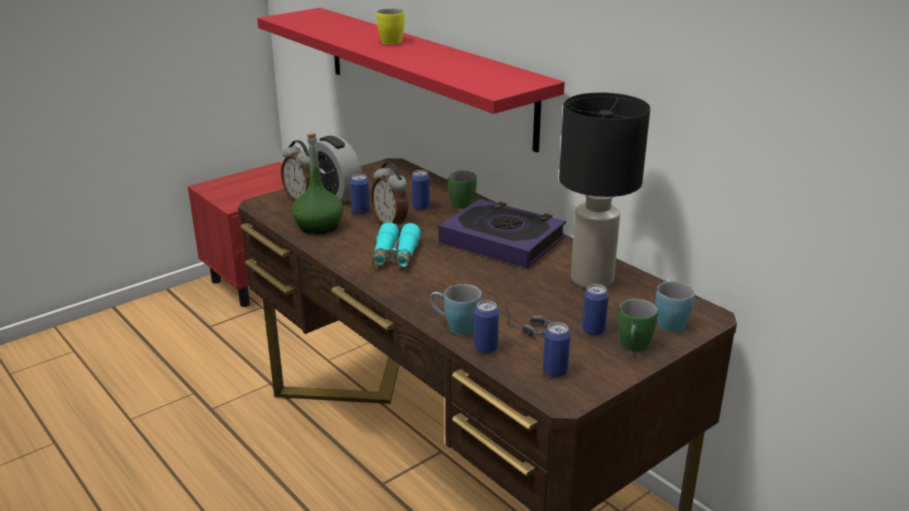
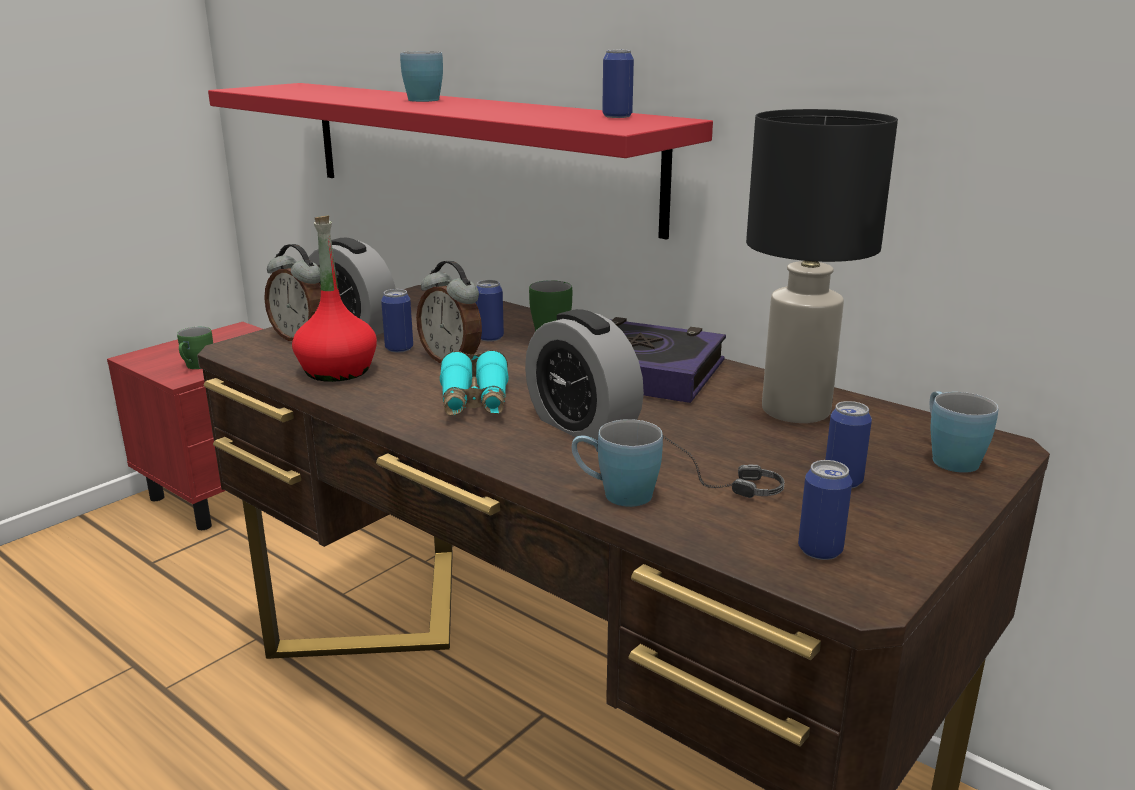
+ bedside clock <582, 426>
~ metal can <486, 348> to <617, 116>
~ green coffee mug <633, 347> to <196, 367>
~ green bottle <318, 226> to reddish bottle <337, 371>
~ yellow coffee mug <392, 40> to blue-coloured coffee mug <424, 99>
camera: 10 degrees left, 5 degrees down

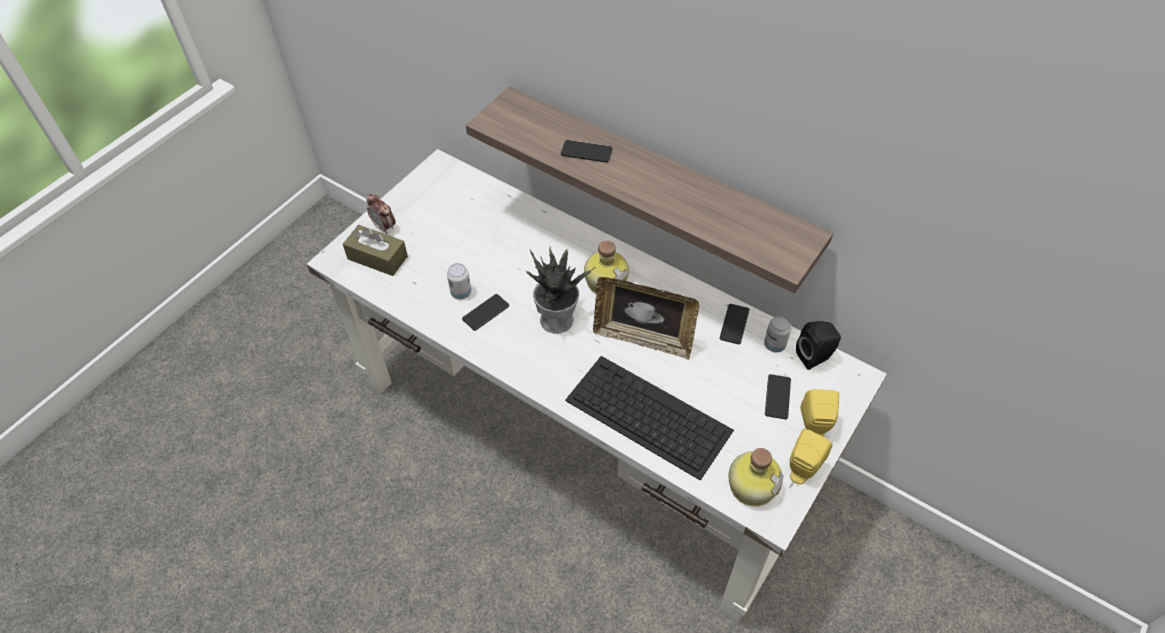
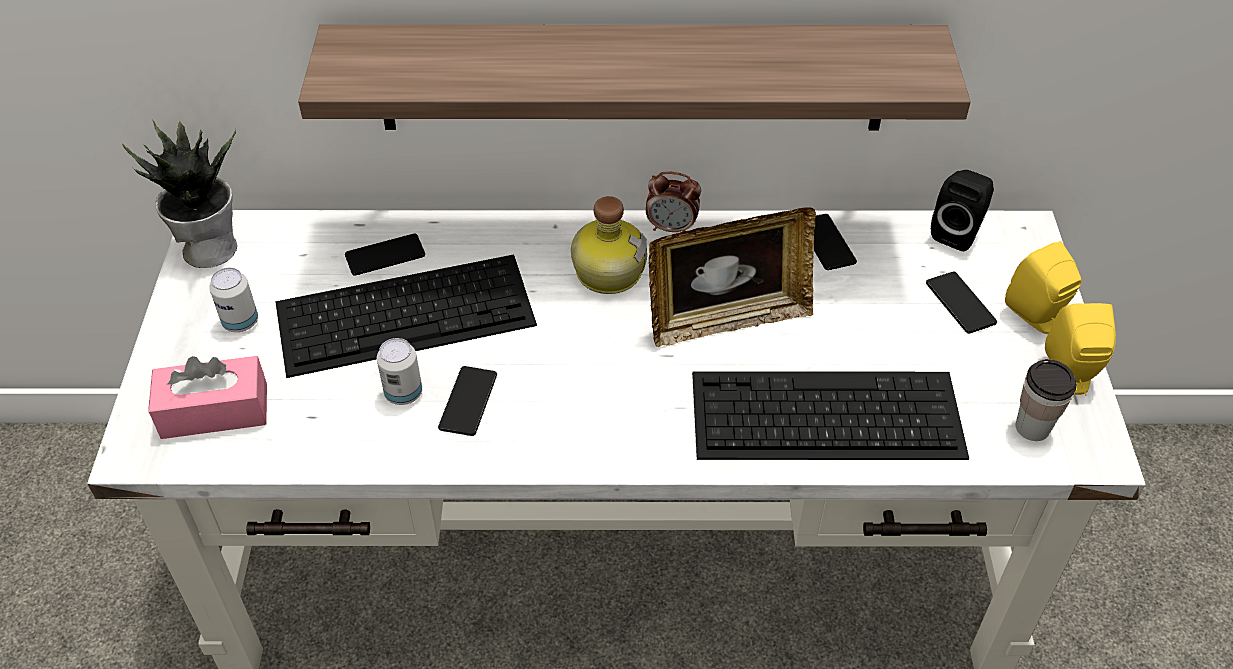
+ computer keyboard <407, 313>
~ bedside clock <384, 226> to <672, 228>
~ plant in a pot <557, 319> to <210, 247>
~ phone <586, 152> to <385, 255>
~ metal can <774, 345> to <240, 322>
~ bottle <751, 484> to small cup <1032, 427>
~ brown tissue box <377, 258> to pinkish tissue box <214, 411>
camera: 35 degrees left, 5 degrees down

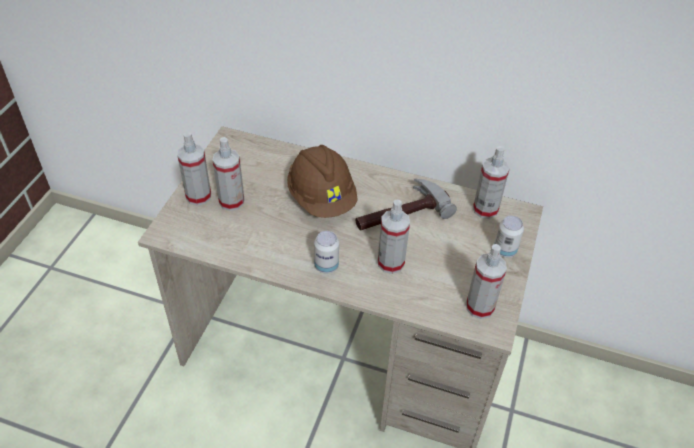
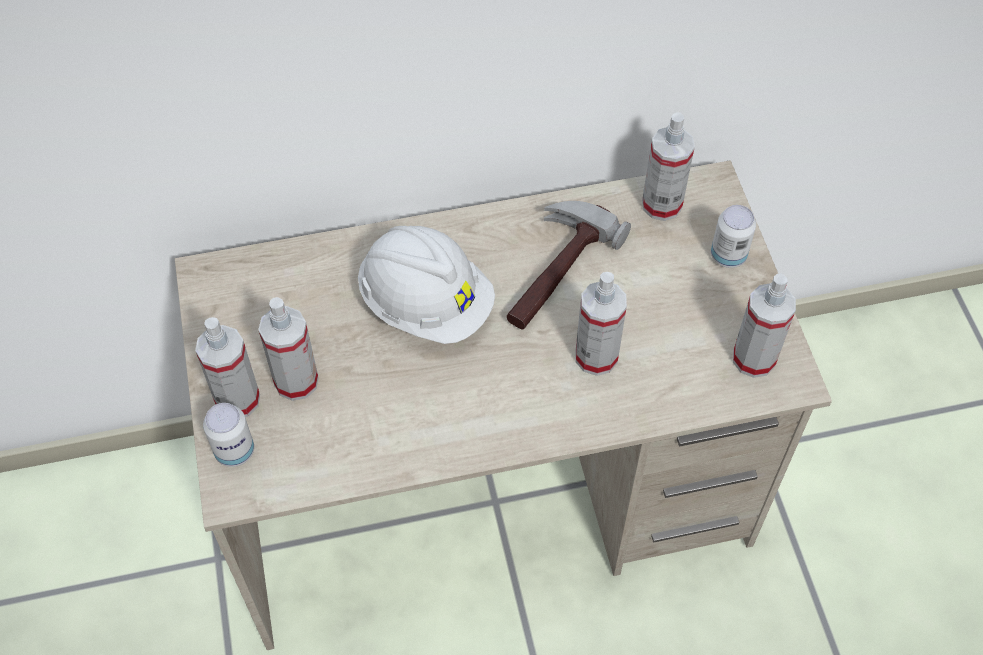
~ metal can <326, 266> to <234, 451>
~ brown work helmet <322, 198> to whitish work helmet <426, 304>
camera: 30 degrees left, 10 degrees up

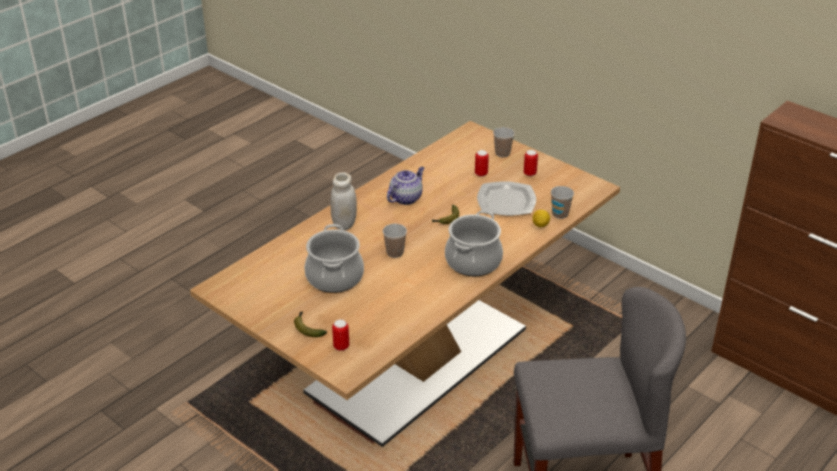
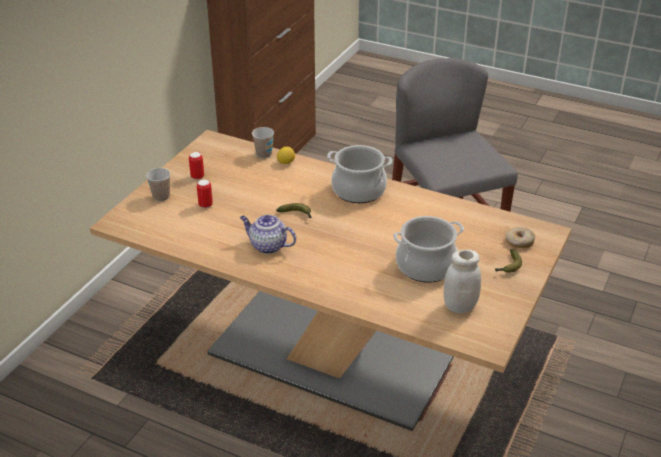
- small cup <395, 253>
- dinner plate <506, 201>
~ whitish preserve jar <344, 224> to <459, 306>
~ metal can <341, 346> to donut <519, 242>
camera: 105 degrees left, 0 degrees up

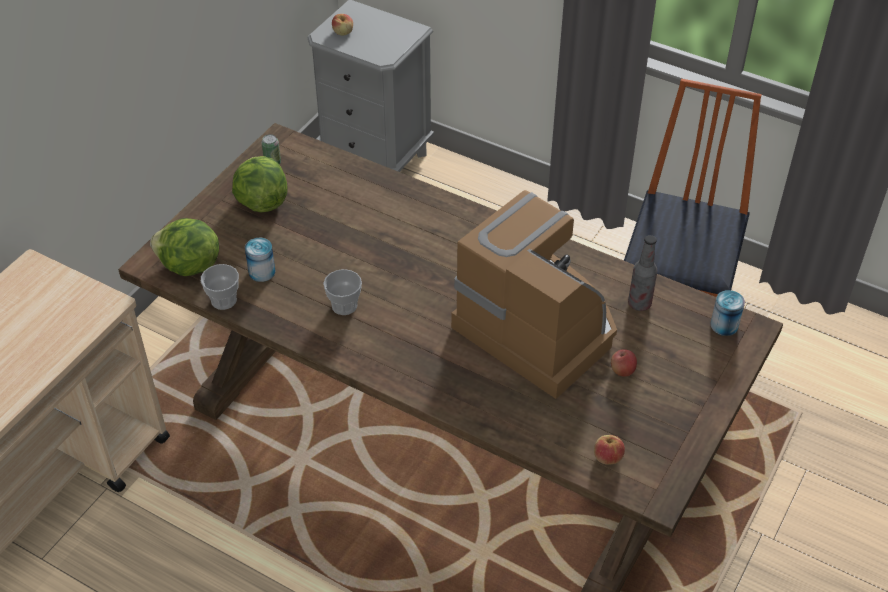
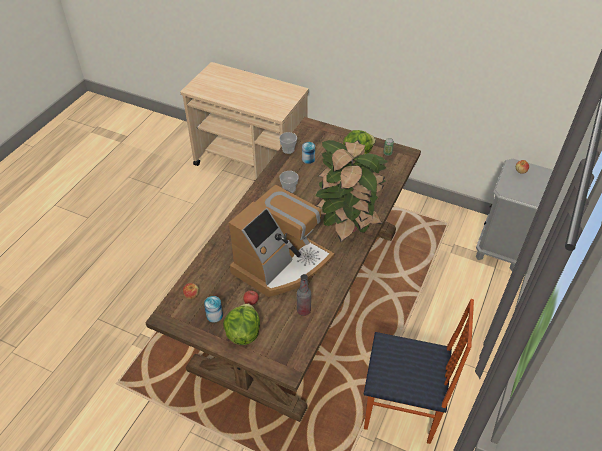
+ plant in a pot <347, 223>
~ head of lettuce <189, 266> to <243, 333>
~ metal can <724, 325> to <214, 315>
camera: 85 degrees right, 0 degrees up

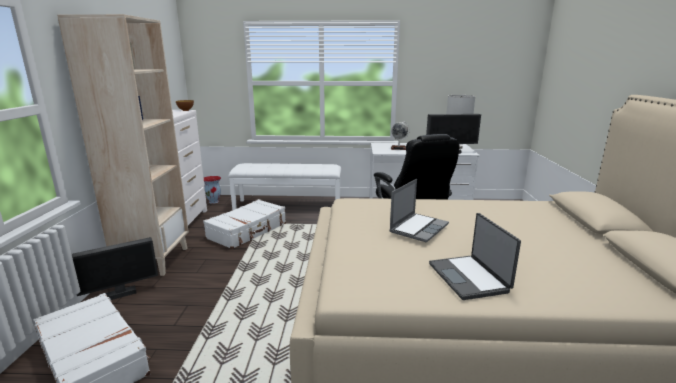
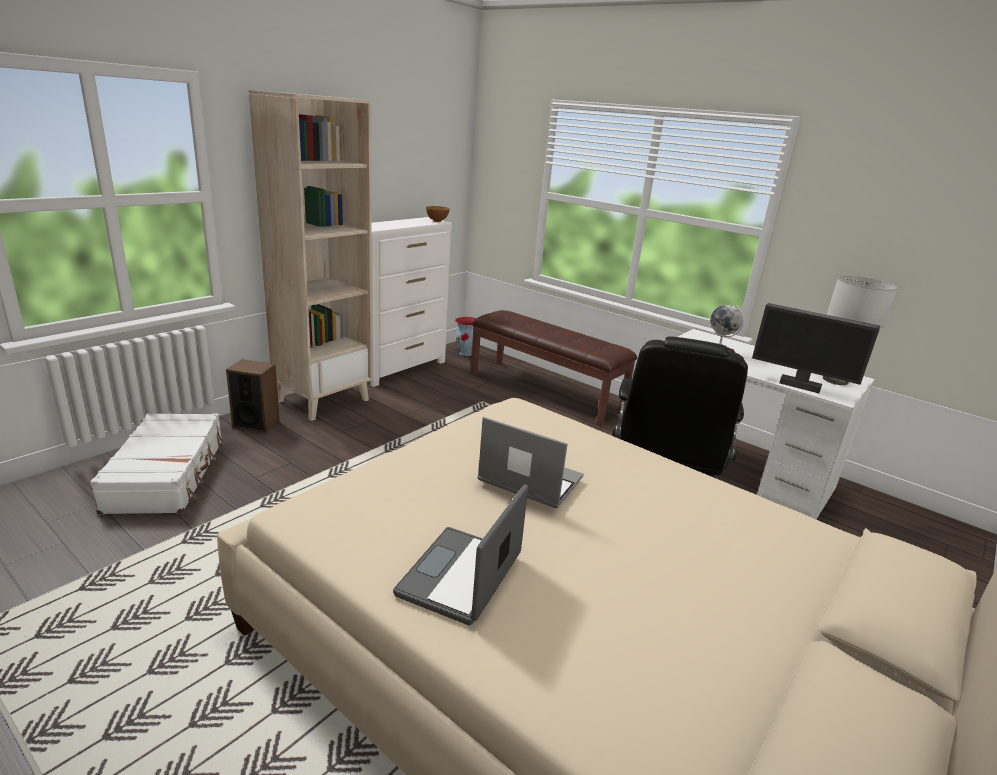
- whitish travel case <248, 231>
~ computer screen <121, 294> to loudspeaker <256, 423>
~ whitish bench <288, 206> to brown bench <545, 391>
~ laptop <418, 228> = <528, 480> 135 degrees counterclockwise
camera: 35 degrees right, 5 degrees up

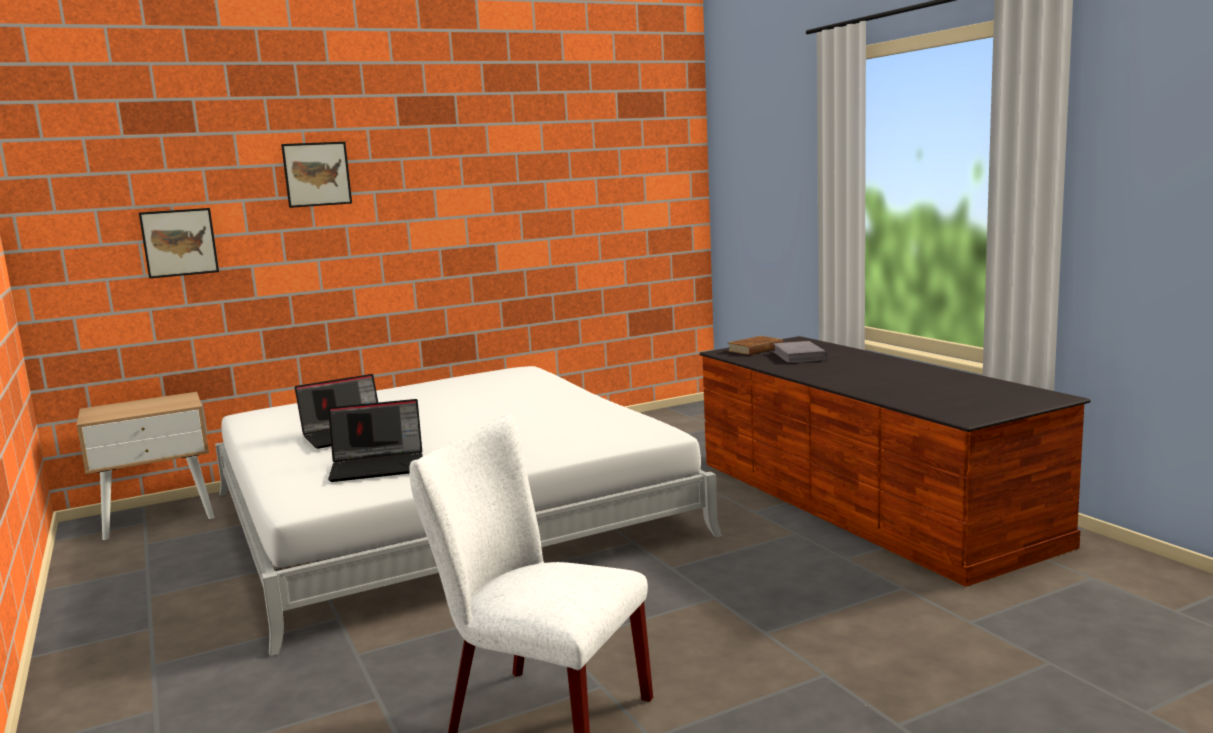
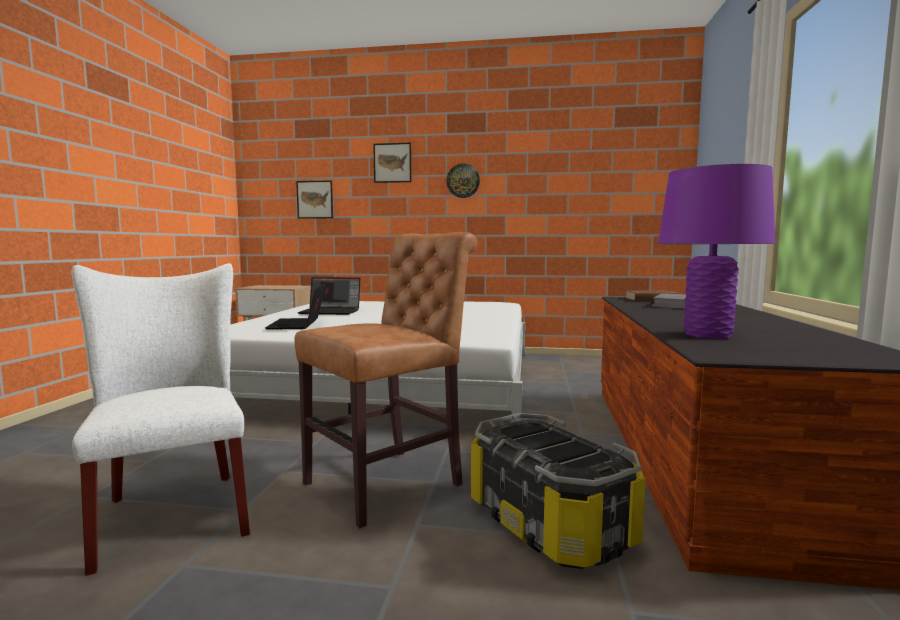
+ brown plain chair <390, 482>
+ hanging clock <463, 181>
+ storage box <550, 523>
+ purplish lamp for a table <707, 335>
~ laptop <379, 466> = <298, 325> 60 degrees clockwise
camera: 35 degrees right, 5 degrees down

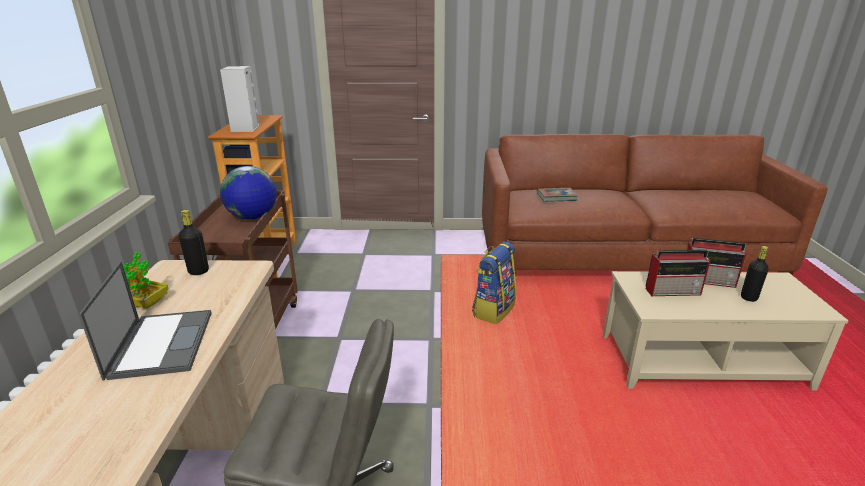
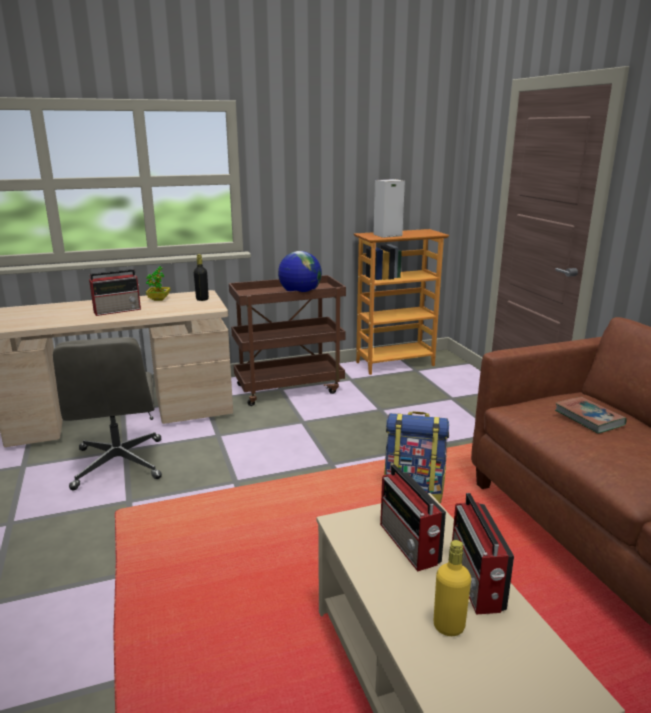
~ laptop <161, 343> to radio receiver <118, 310>
~ black-coloured bottle <748, 297> to yellow bottle <448, 626>
camera: 70 degrees right, 5 degrees down

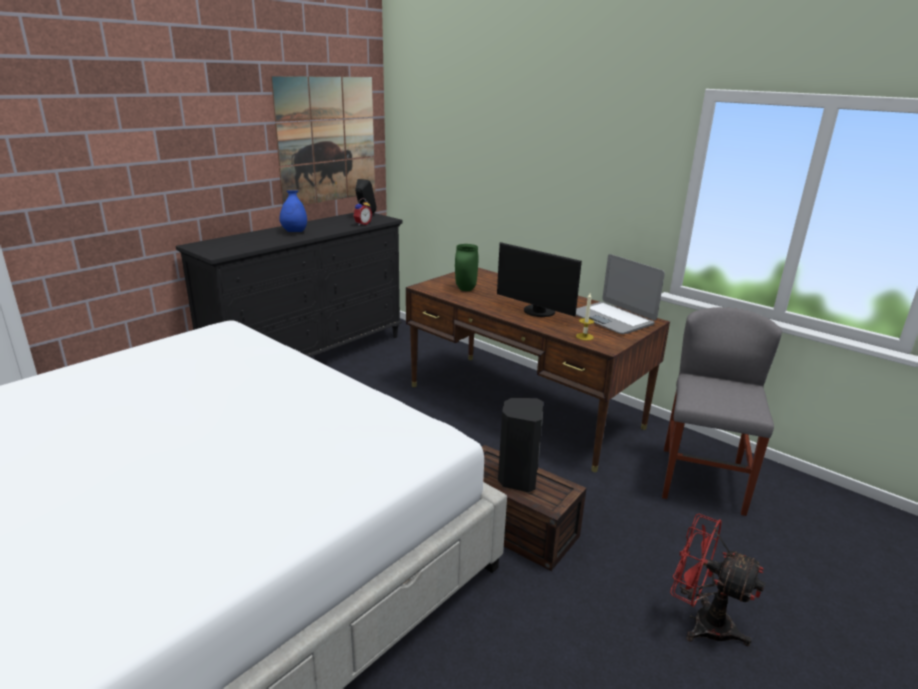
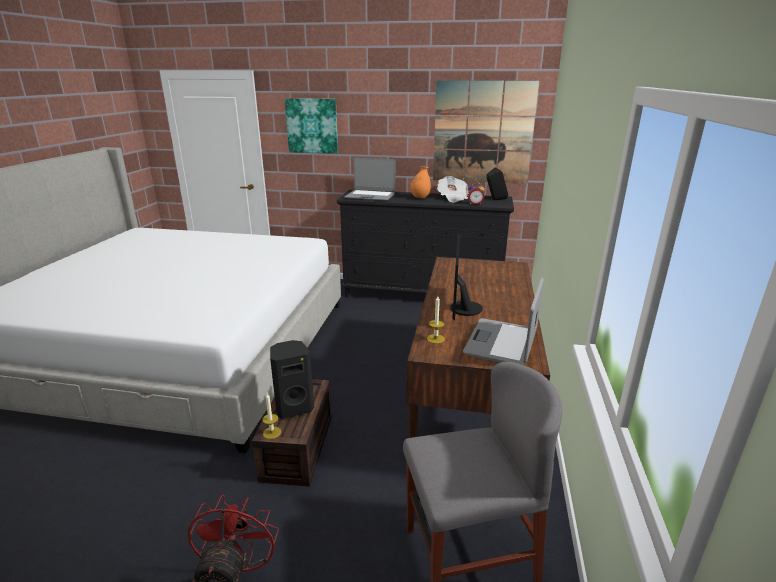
- green flower vase <466, 289>
+ wax light <272, 432>
+ wall picture <312, 126>
+ laptop <370, 196>
+ newspaper <452, 198>
~ blue-coloured flower vase <294, 232> to orange flower vase <420, 198>
camera: 60 degrees right, 0 degrees up

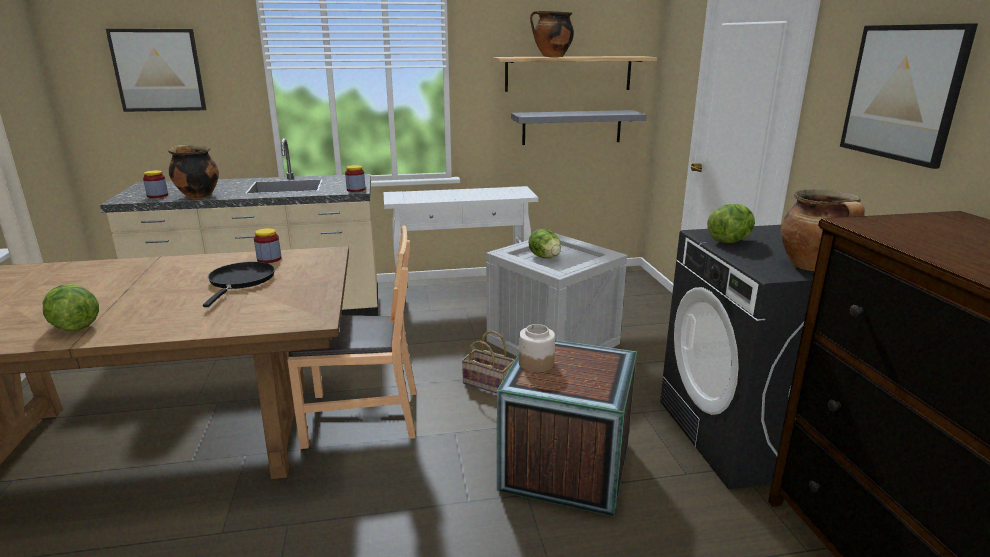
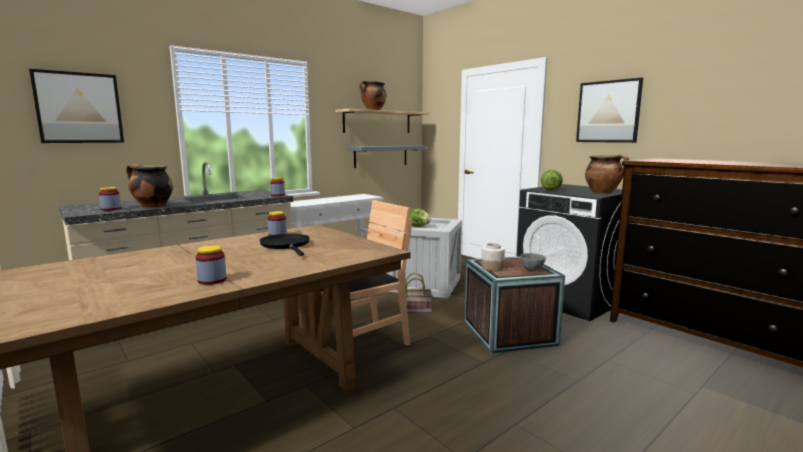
+ grey bowl <532, 270>
~ head of lettuce <75, 326> to preserve jar <212, 280>
camera: 30 degrees left, 10 degrees down

